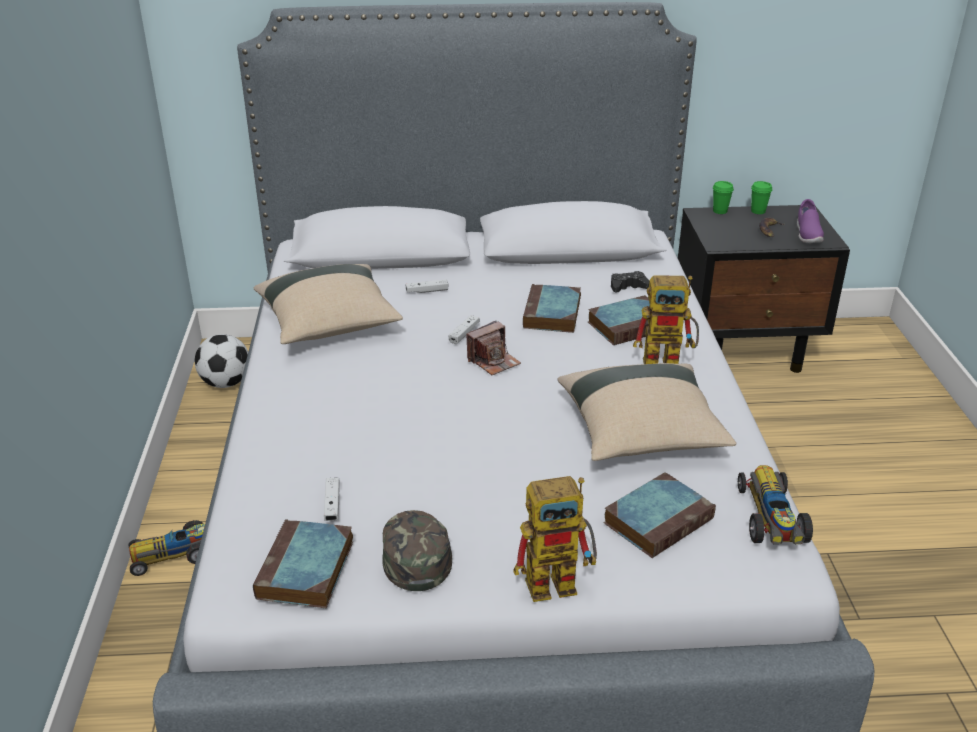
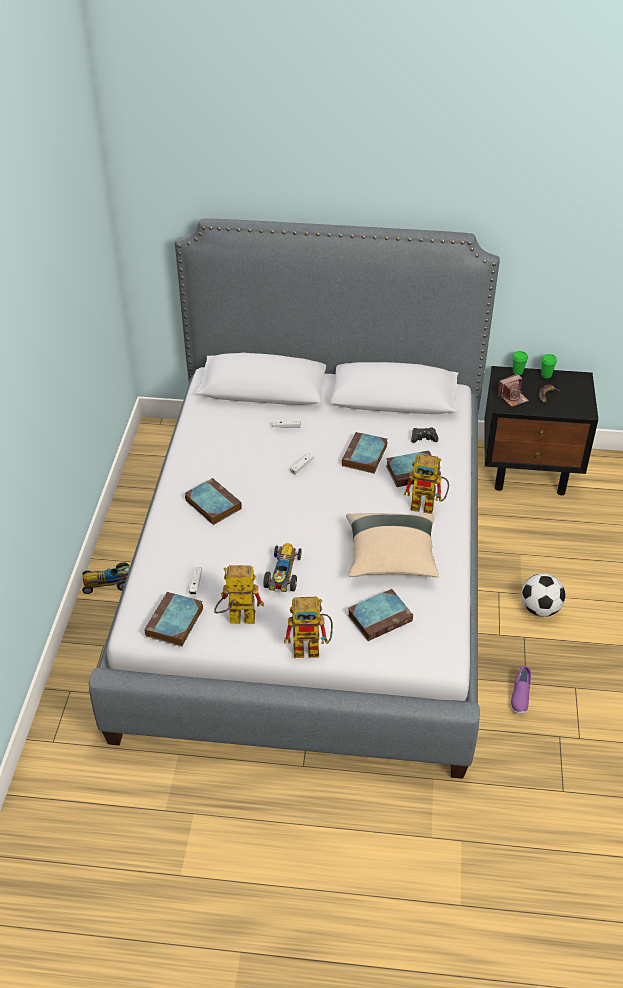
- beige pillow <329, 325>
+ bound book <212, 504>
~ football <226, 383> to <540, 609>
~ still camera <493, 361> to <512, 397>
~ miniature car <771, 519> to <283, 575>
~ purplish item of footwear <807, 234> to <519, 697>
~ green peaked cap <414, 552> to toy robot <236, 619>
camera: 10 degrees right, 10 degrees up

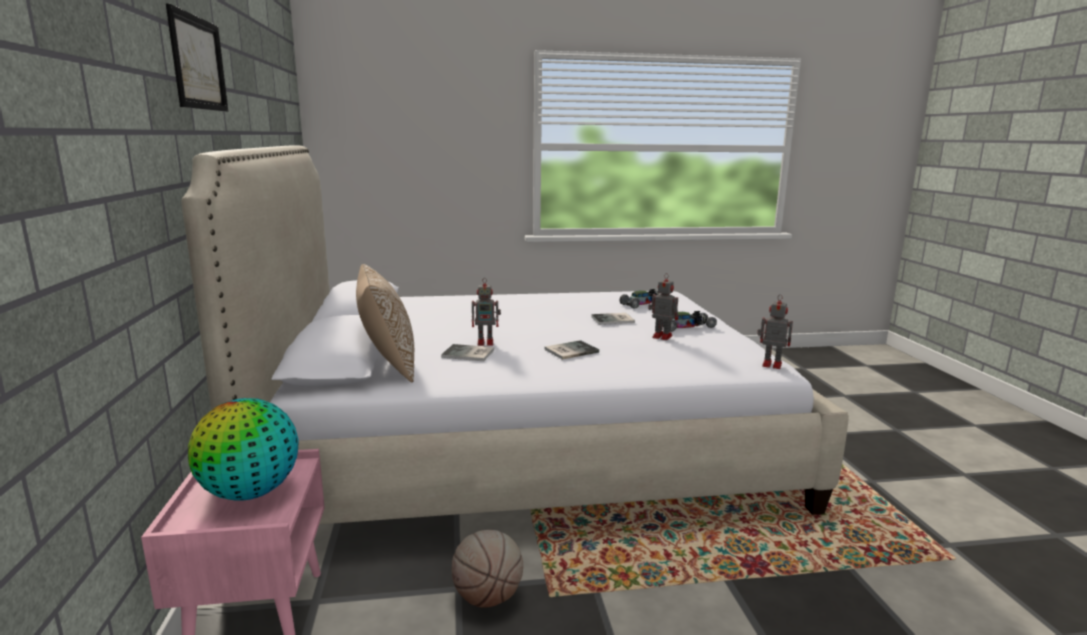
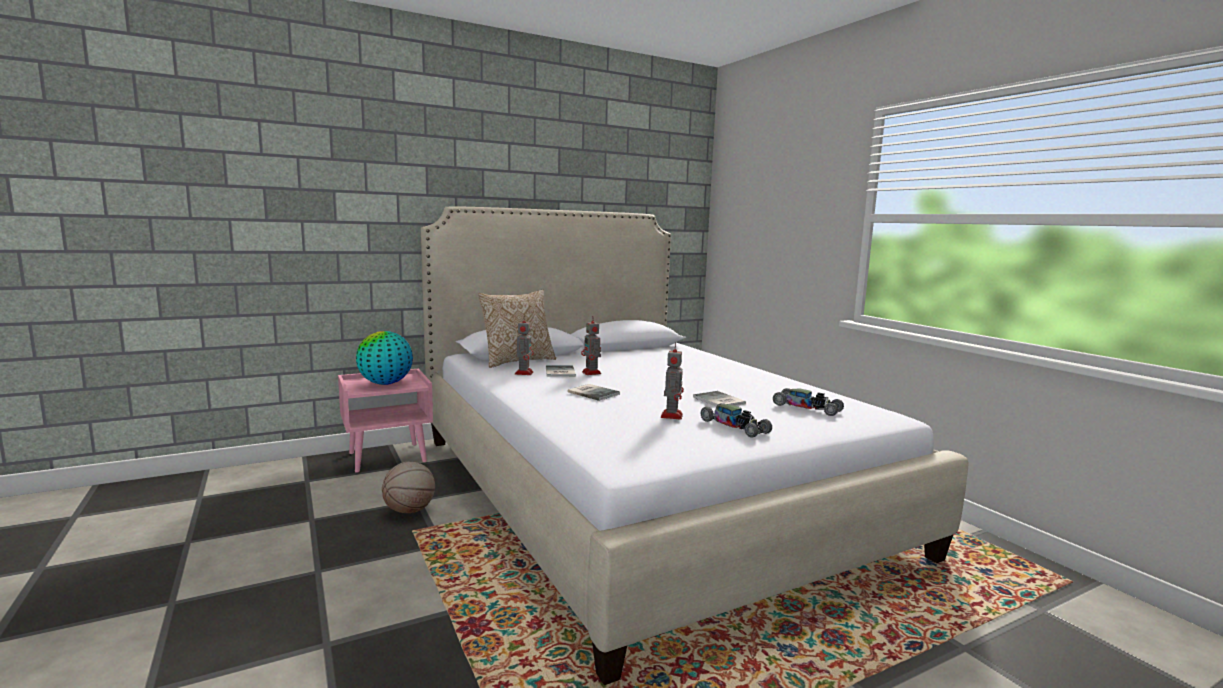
- wall picture <198, 63>
~ toy robot <770, 364> to <524, 373>
camera: 70 degrees right, 5 degrees down

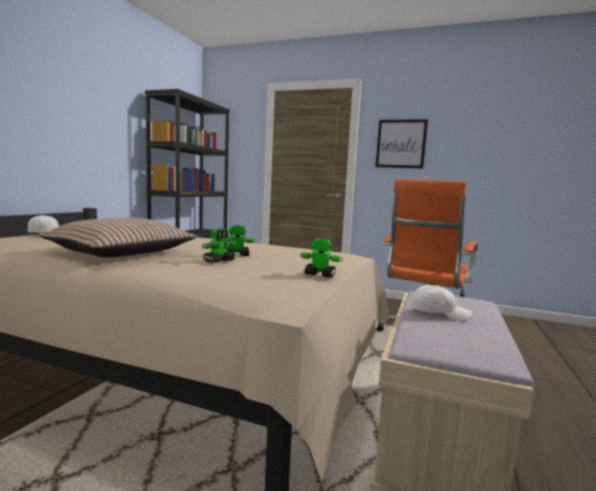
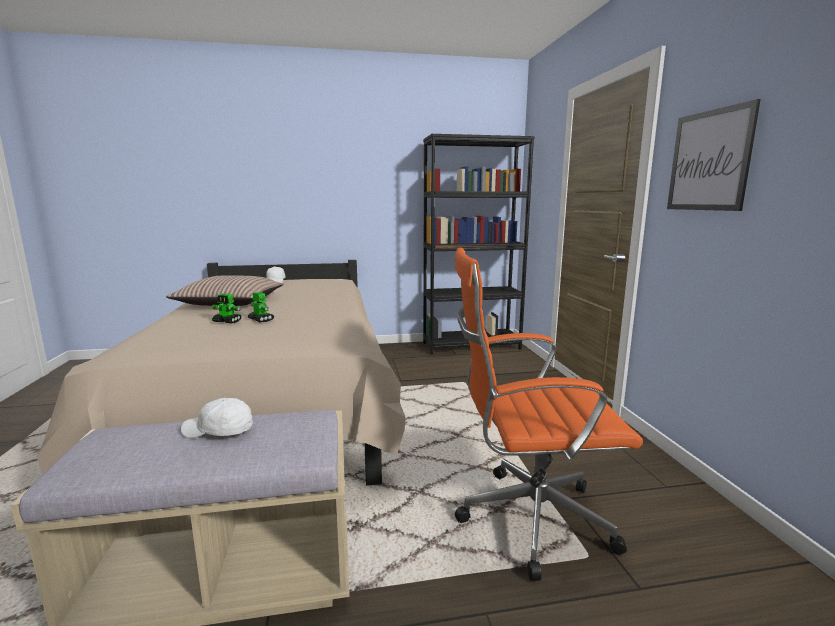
- toy robot <319, 275>
~ whitish peaked cap <438, 313> = <219, 431> 105 degrees clockwise
camera: 60 degrees right, 5 degrees up

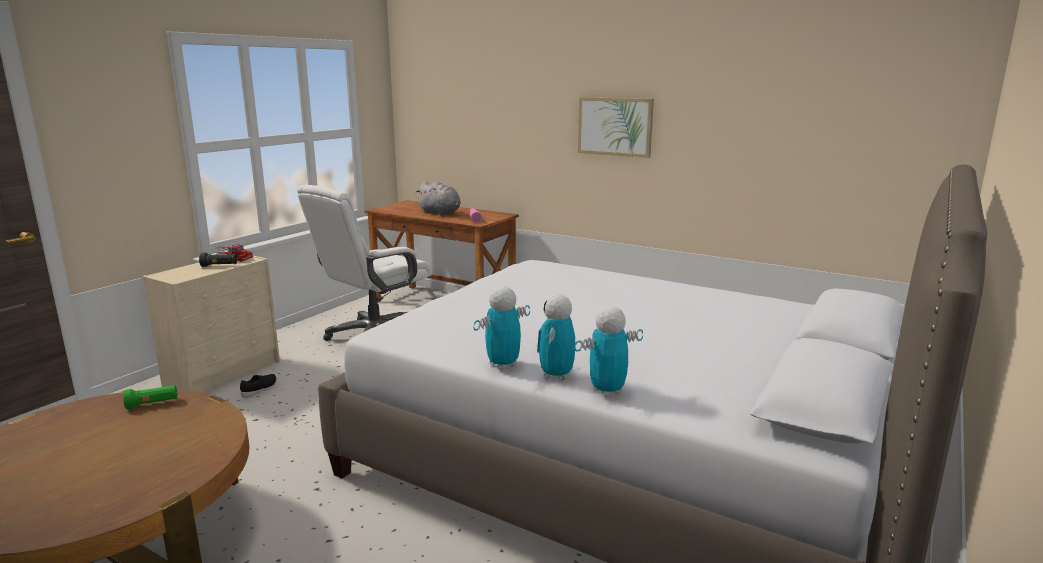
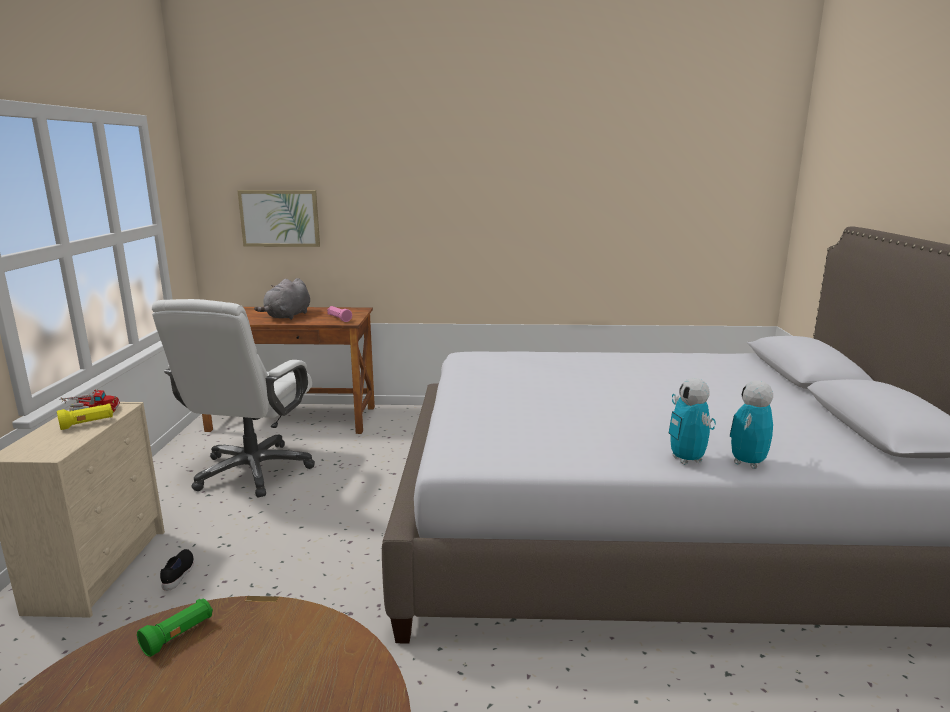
- toy robot <503, 365>
~ wall picture <615, 126> to <280, 218>
~ black-coloured torch <220, 266> to yellow torch <87, 424>
~ grey cuddly toy <441, 213> = <287, 316> 105 degrees clockwise
camera: 30 degrees left, 0 degrees up

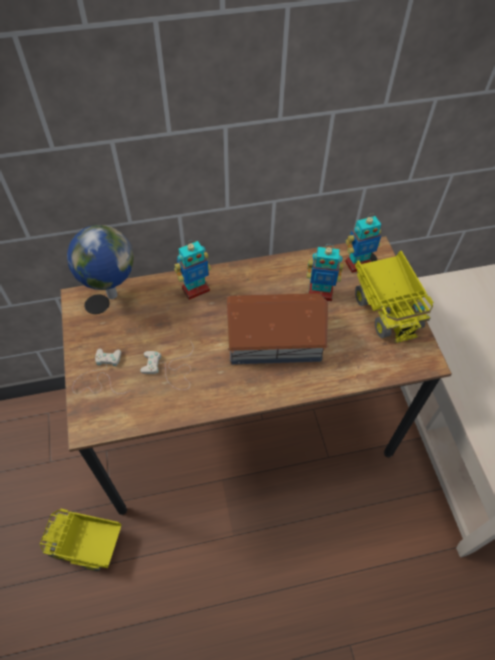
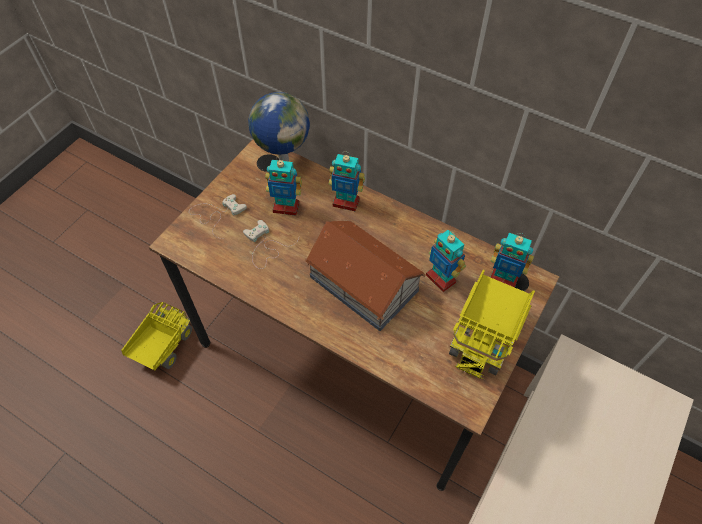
+ toy robot <286, 207>
~ model truck <87, 545> = <163, 346> 60 degrees clockwise
camera: 45 degrees right, 0 degrees up

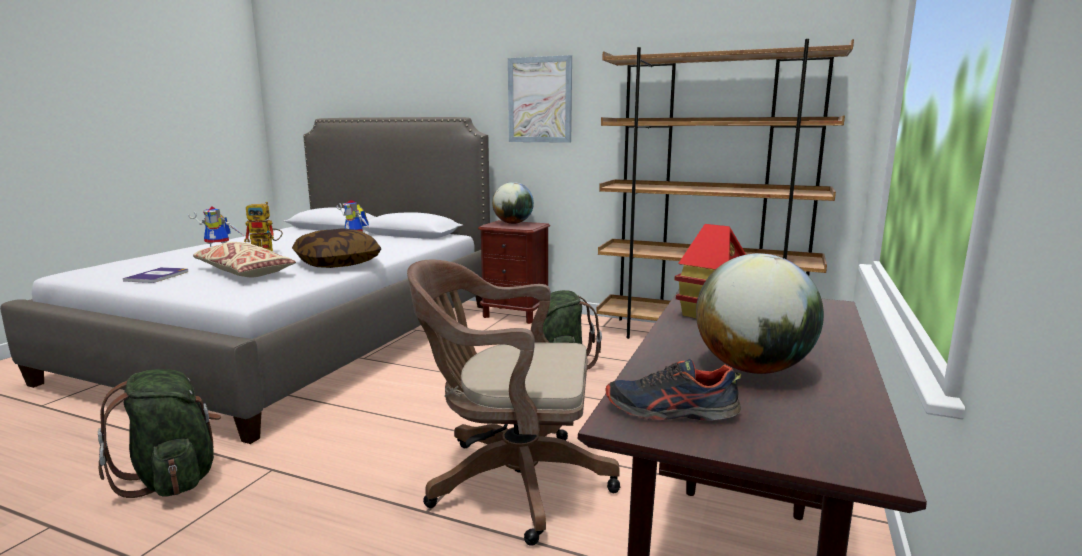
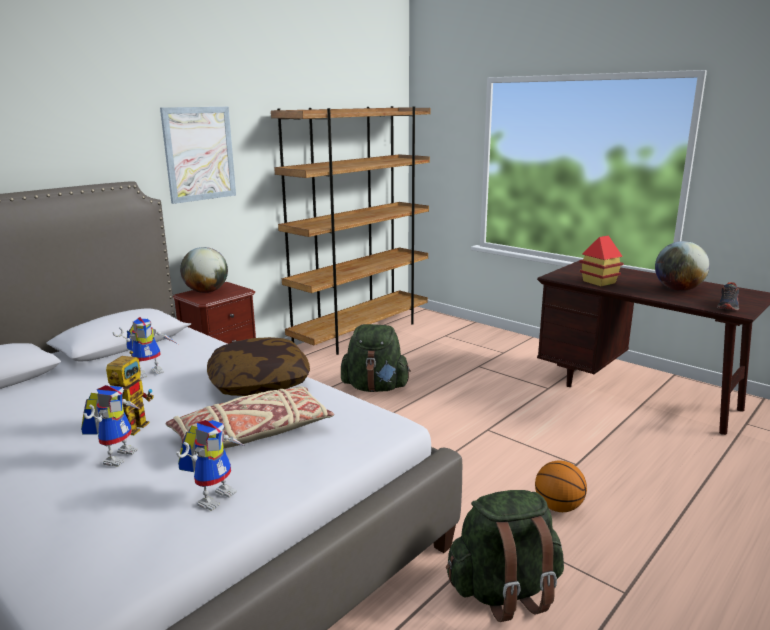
- brown desk chair <510, 481>
+ basketball <558, 507>
~ bound book <157, 276> to toy robot <215, 495>
camera: 70 degrees left, 5 degrees up

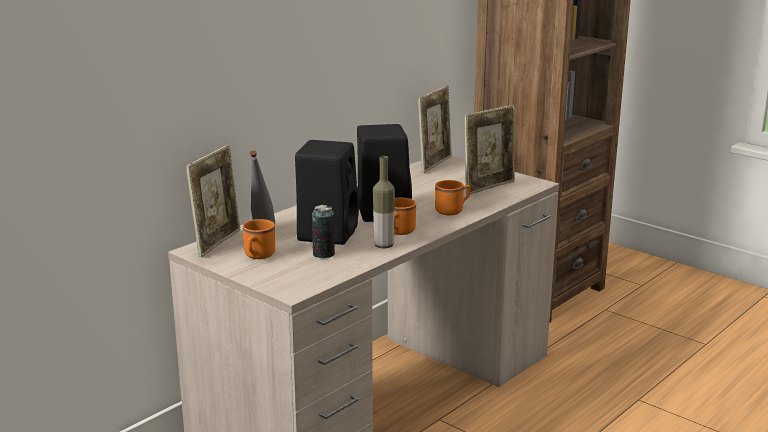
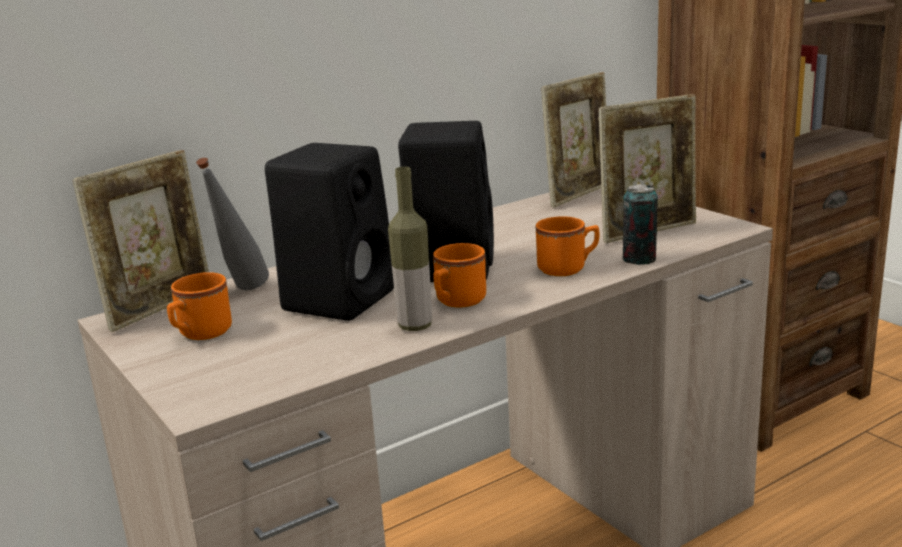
~ metal can <323, 254> to <639, 259>
camera: 15 degrees right, 0 degrees up

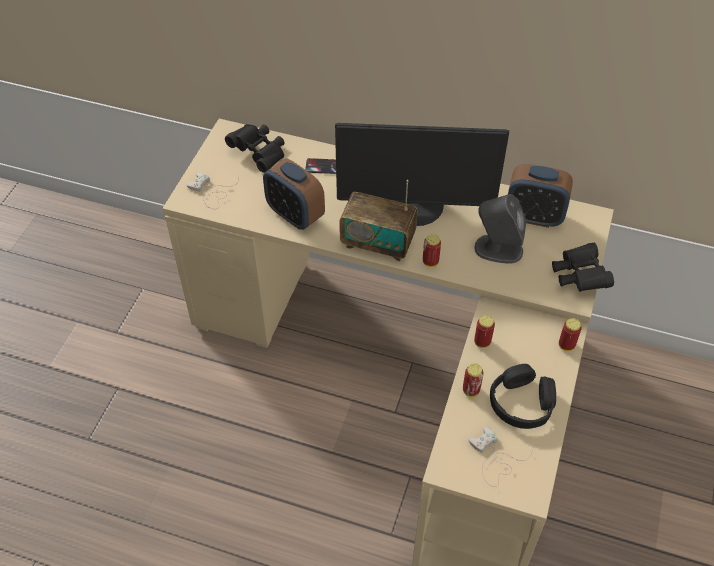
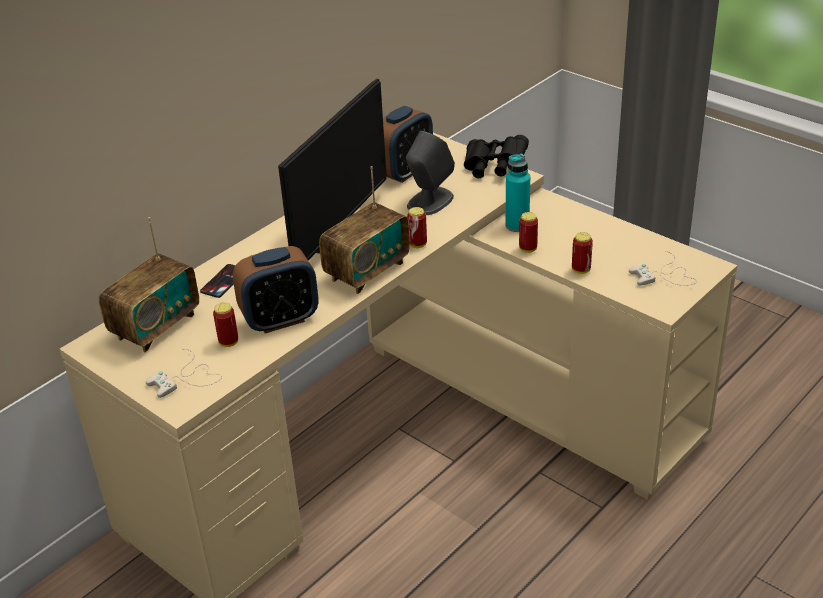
- black-coloured headphones <521, 403>
+ turquoise-coloured bottle <517, 225>
~ metal can <566, 345> to <228, 342>
~ black-coloured field glasses <259, 153> to radio receiver <156, 326>
camera: 65 degrees left, 15 degrees down

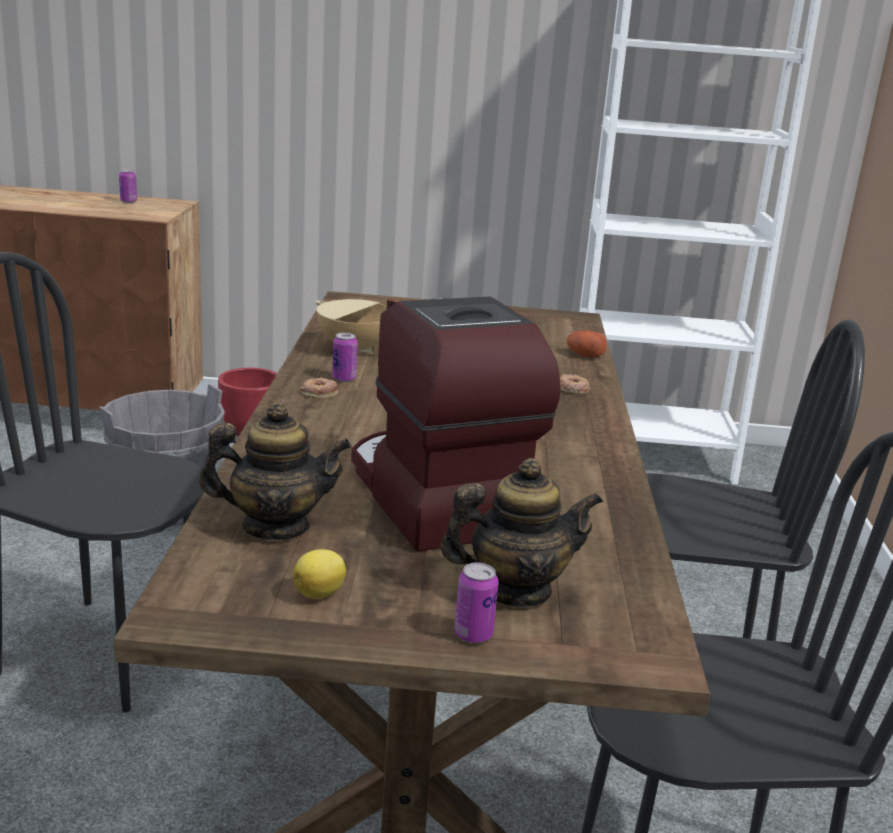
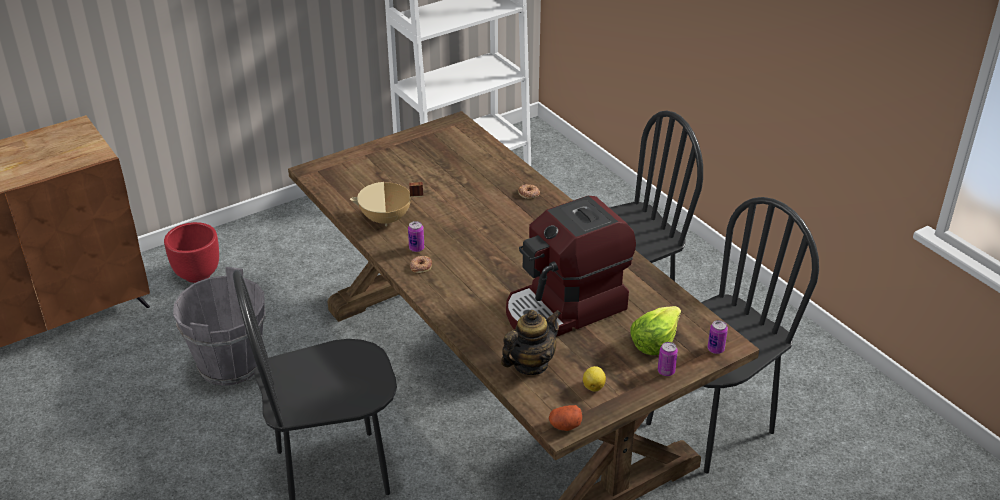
~ metal can <128, 201> to <715, 349>
~ spud <584, 355> to <565, 425>
~ teapot <515, 590> to head of lettuce <654, 341>
~ coffee brewer <435, 497> = <566, 308> 60 degrees counterclockwise
camera: 35 degrees left, 15 degrees up

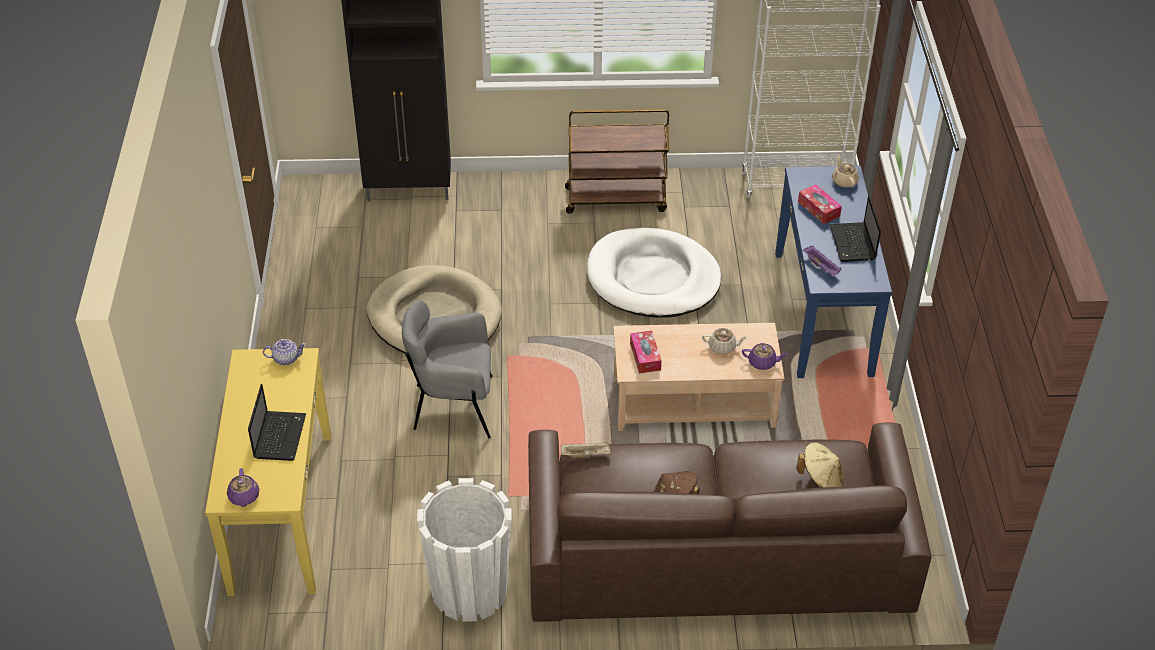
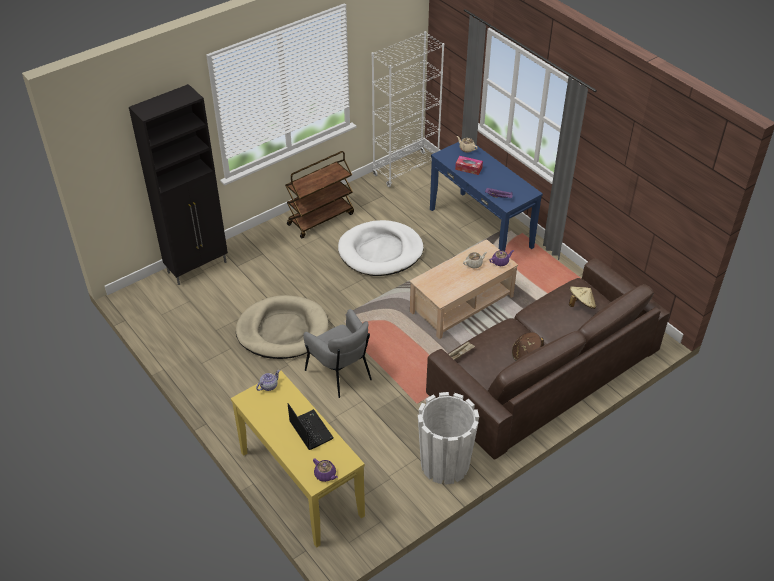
- tissue box <645, 356>
- laptop <853, 244>
~ grey easy chair <453, 407> = <341, 373> 90 degrees counterclockwise
camera: 35 degrees left, 0 degrees up

